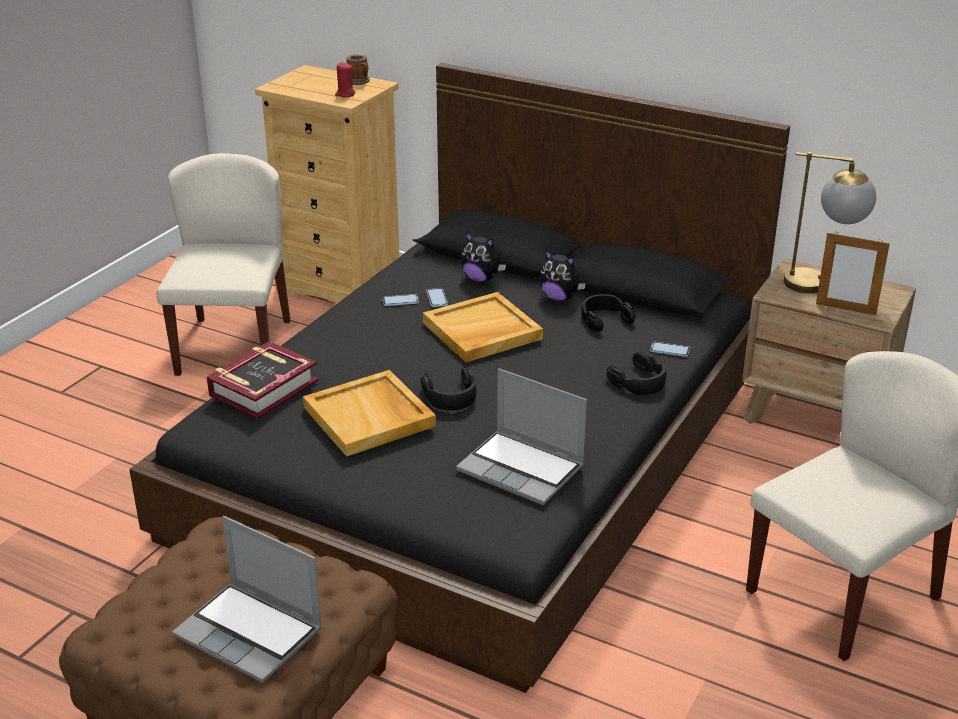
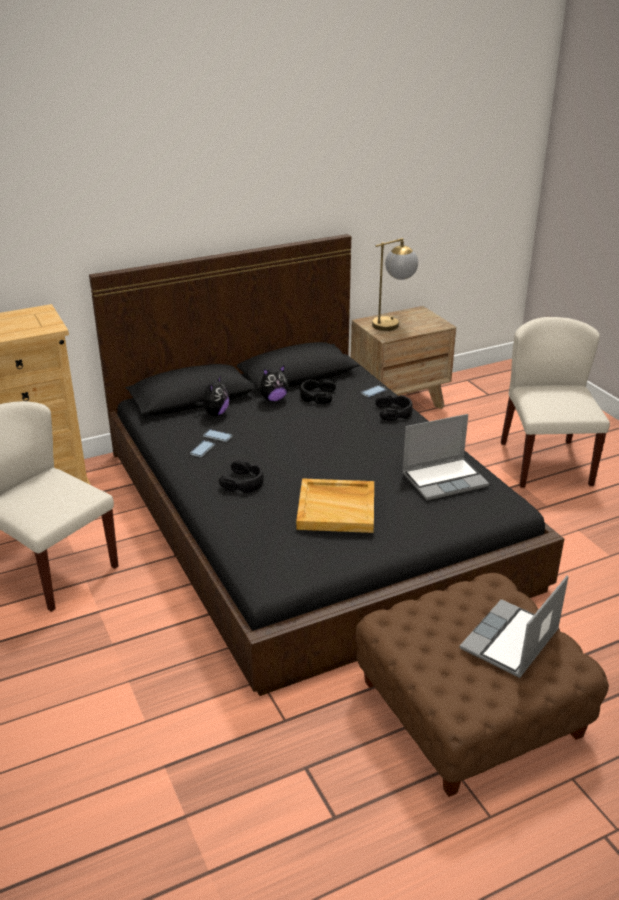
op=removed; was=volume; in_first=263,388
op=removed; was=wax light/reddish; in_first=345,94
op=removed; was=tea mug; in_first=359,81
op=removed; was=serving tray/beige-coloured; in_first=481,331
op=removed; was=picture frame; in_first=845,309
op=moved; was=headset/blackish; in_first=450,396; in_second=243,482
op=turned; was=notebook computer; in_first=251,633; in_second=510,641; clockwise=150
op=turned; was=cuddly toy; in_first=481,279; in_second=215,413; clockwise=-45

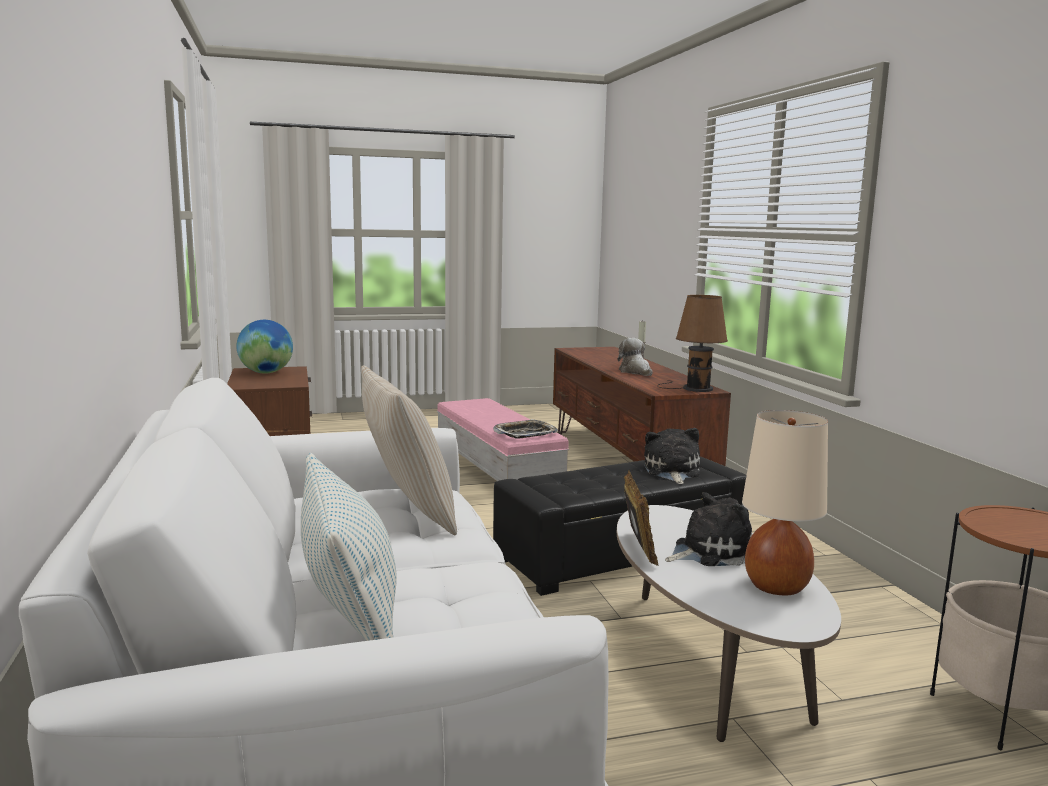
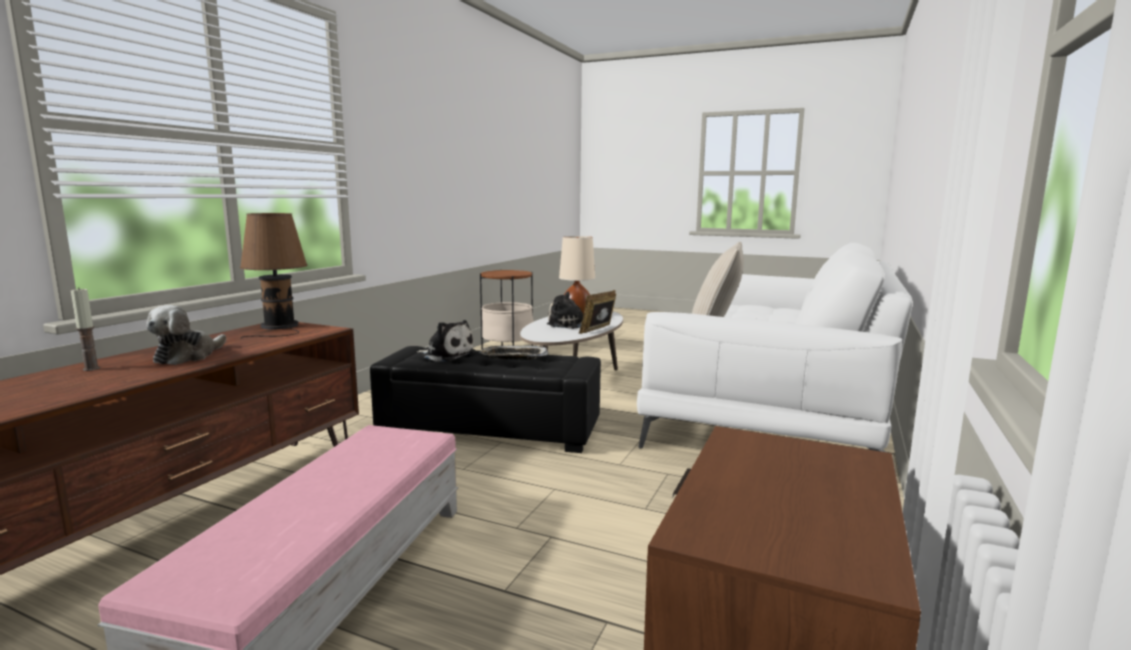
op=removed; was=desk globe; in_first=266,373
op=removed; was=throw pillow; in_first=349,607
op=moved; was=serving tray; in_first=525,434; in_second=513,357
op=turned; was=cuddly toy; in_first=671,471; in_second=446,355; clockwise=-105

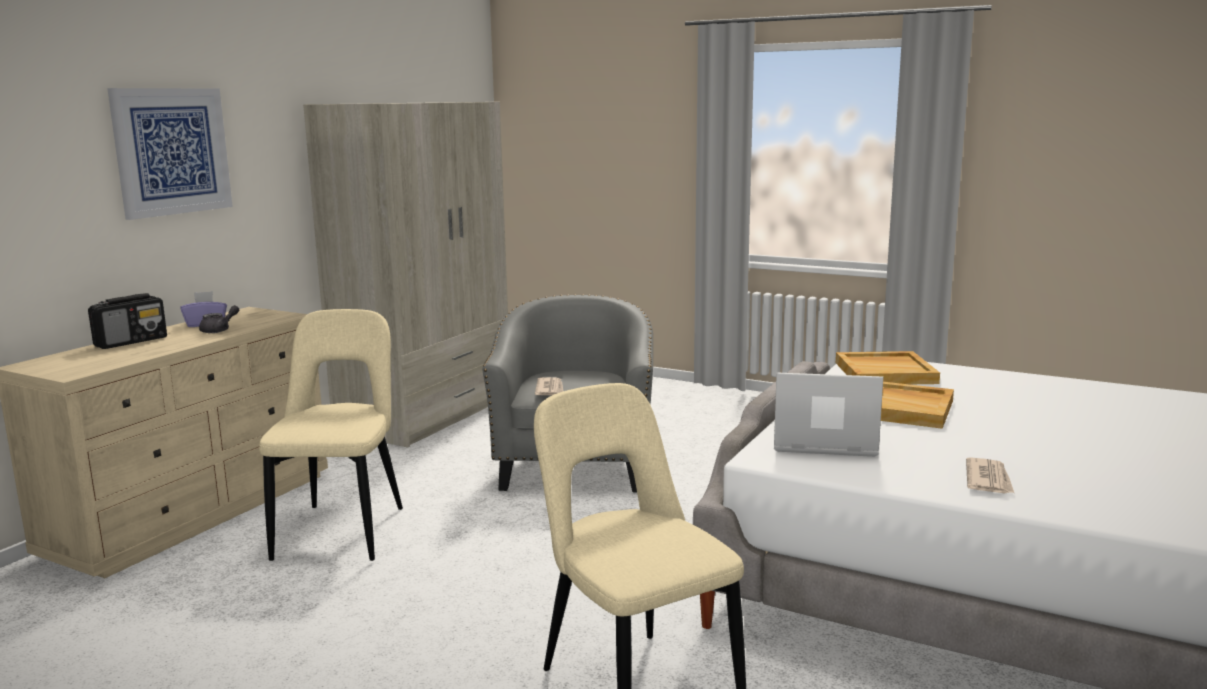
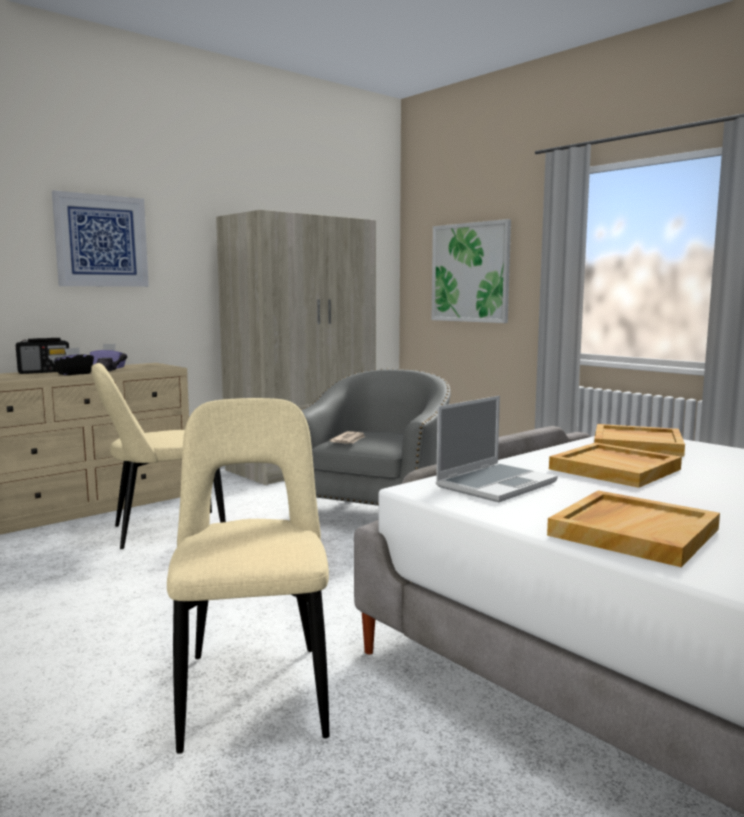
op=added; now=box of tissues/blackish; in_second=74,373
op=added; now=wall picture; in_second=470,272
op=replaced; was=newspaper; now=serving tray/beige-coloured; in_first=988,480; in_second=633,532
op=turned; was=chair/beige-coloured; in_first=343,530; in_second=162,531; clockwise=-135
op=turned; was=notebook computer; in_first=822,442; in_second=495,484; clockwise=105

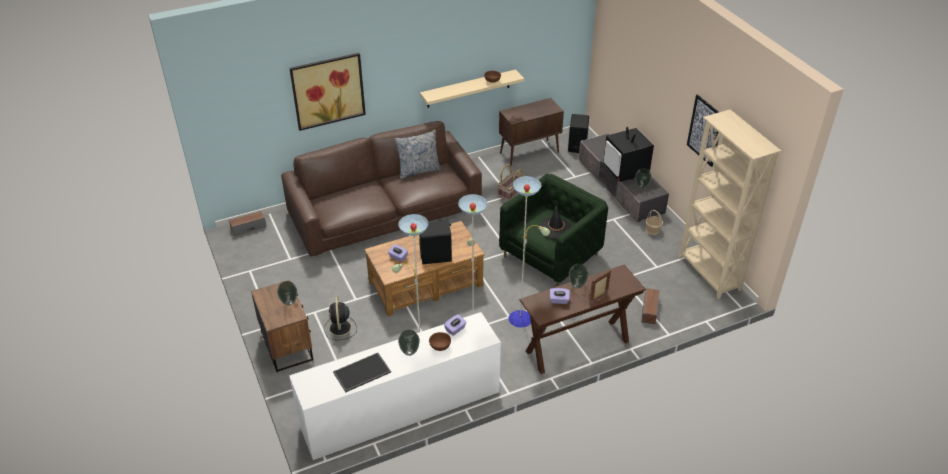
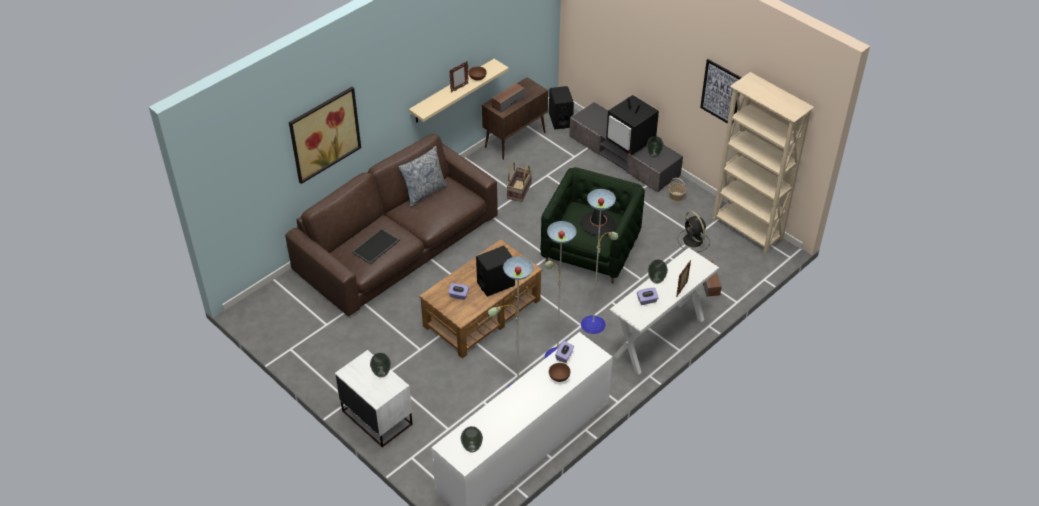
op=added; now=picture frame; in_second=459,88
op=moved; was=speaker; in_first=248,227; in_second=508,102
op=moved; was=cooling fan/blackish; in_first=340,328; in_second=693,241
op=moved; was=serving tray; in_first=362,373; in_second=376,247
op=moved; was=decorative vase; in_first=409,352; in_second=471,448
op=recoloured; was=bedside table/brown; now=bedside table/white-coloured; in_first=287,345; in_second=377,417
op=recoloured; was=narrow table/brown; now=narrow table/white-coloured; in_first=577,346; in_second=659,337

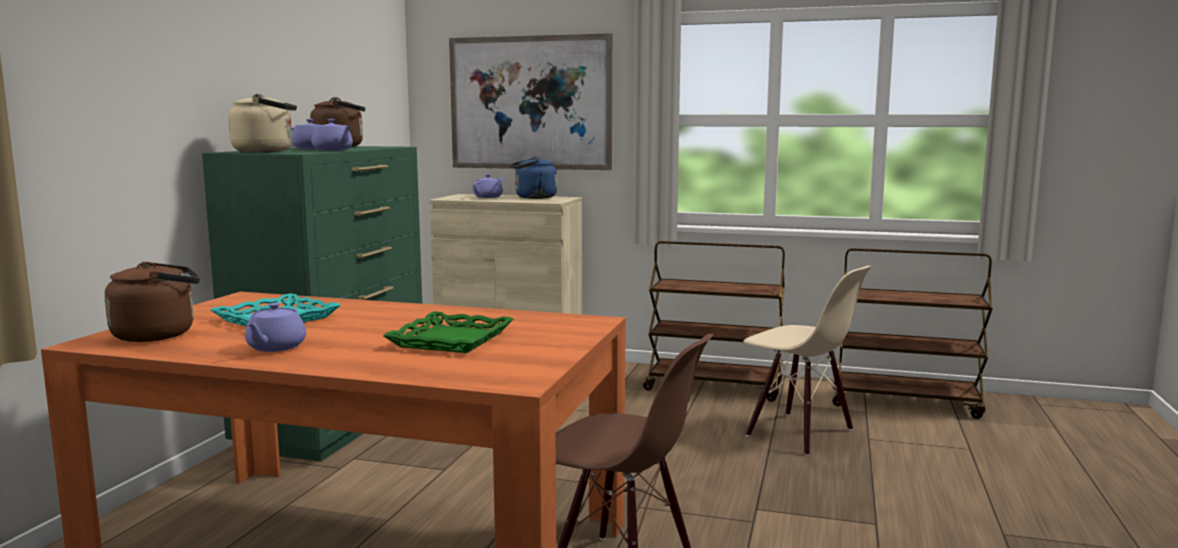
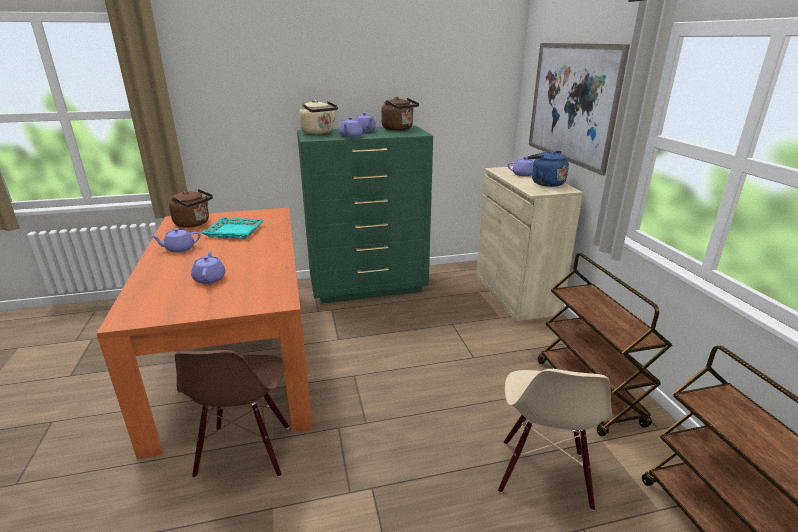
op=replaced; was=serving tray/green-coloured; now=teapot/purple-coloured; in_first=452,340; in_second=210,278

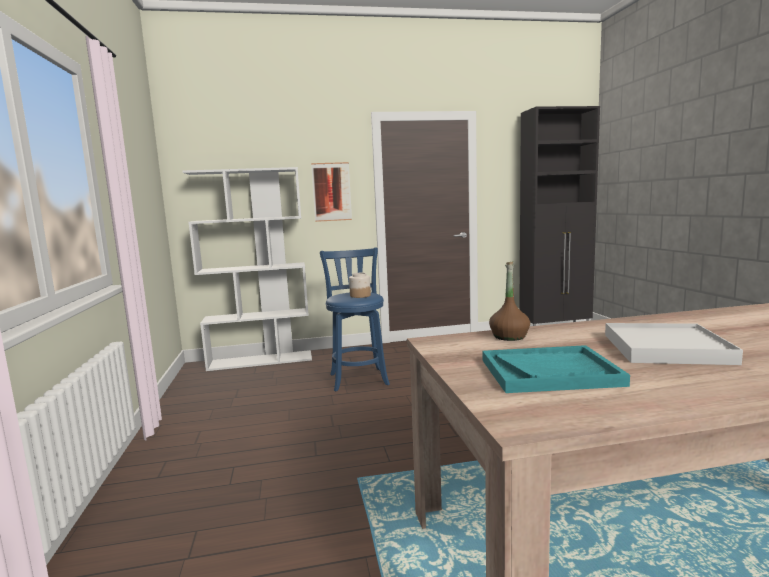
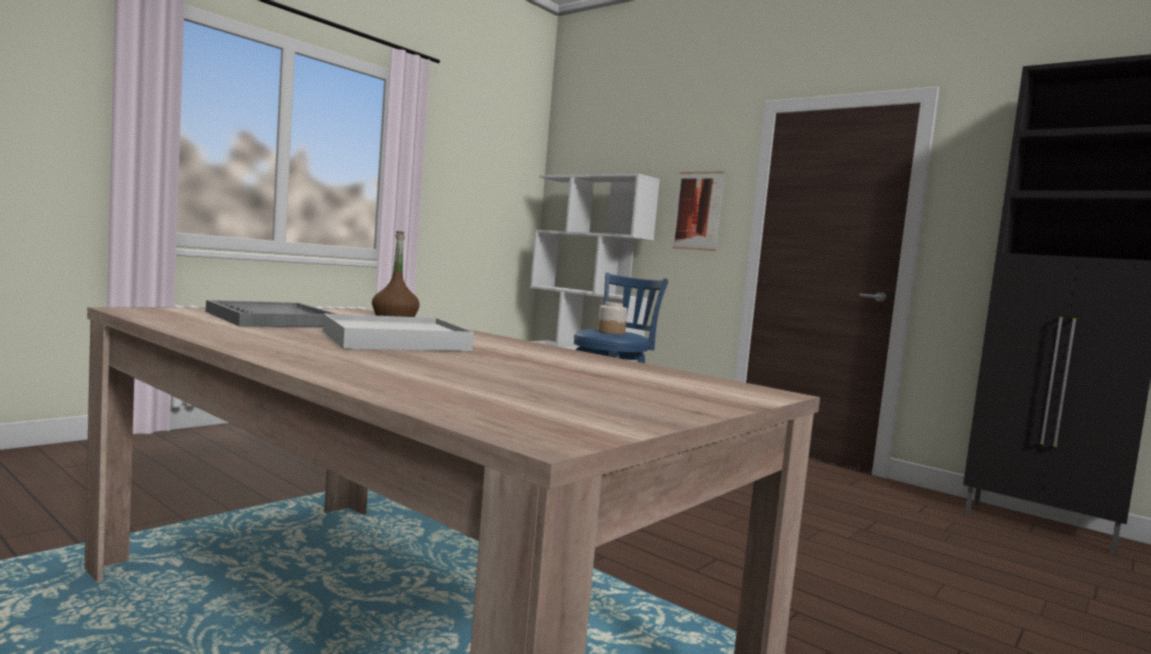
op=recoloured; was=serving tray/blue-green; now=serving tray/gray; in_first=549,372; in_second=272,319

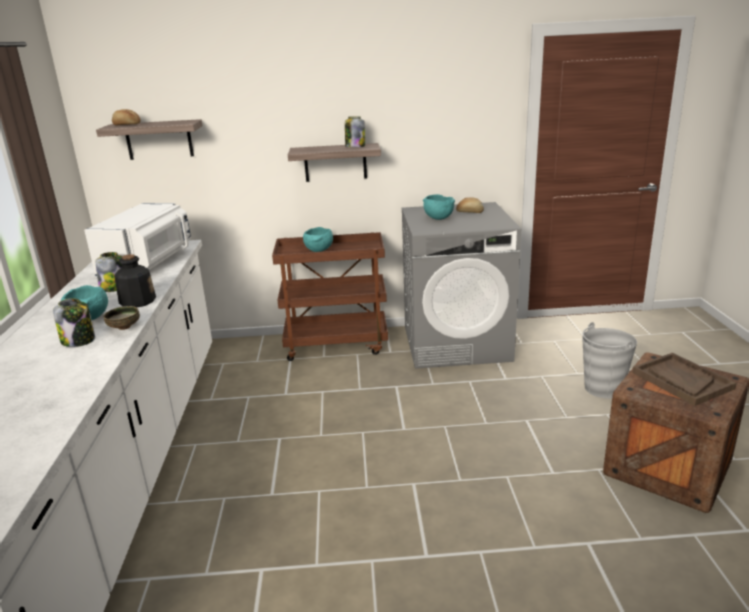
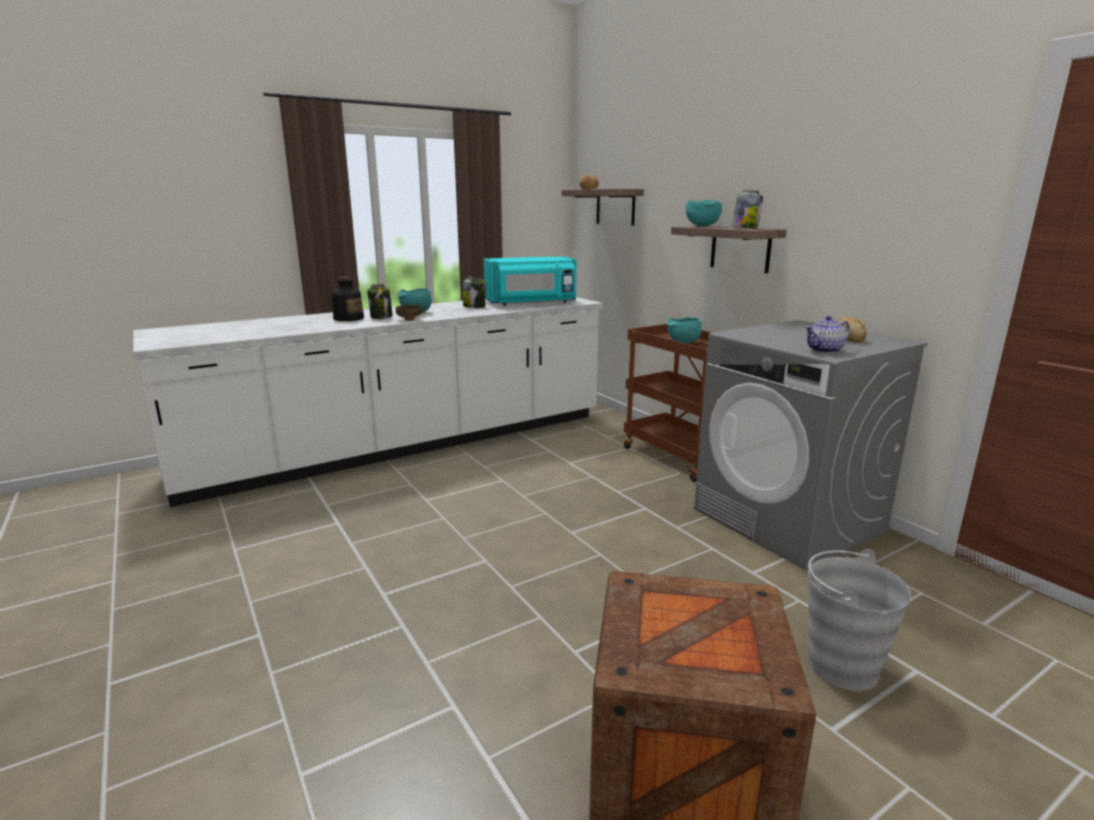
op=removed; was=serving tray/brown; in_first=681,380
op=added; now=teapot; in_second=824,350
op=moved; was=drink bottle; in_first=137,301; in_second=348,318
op=moved; was=deep dish/blue-green; in_first=437,218; in_second=701,226
op=recoloured; was=microwave oven/white-coloured; now=microwave oven/blue-green; in_first=149,263; in_second=531,303

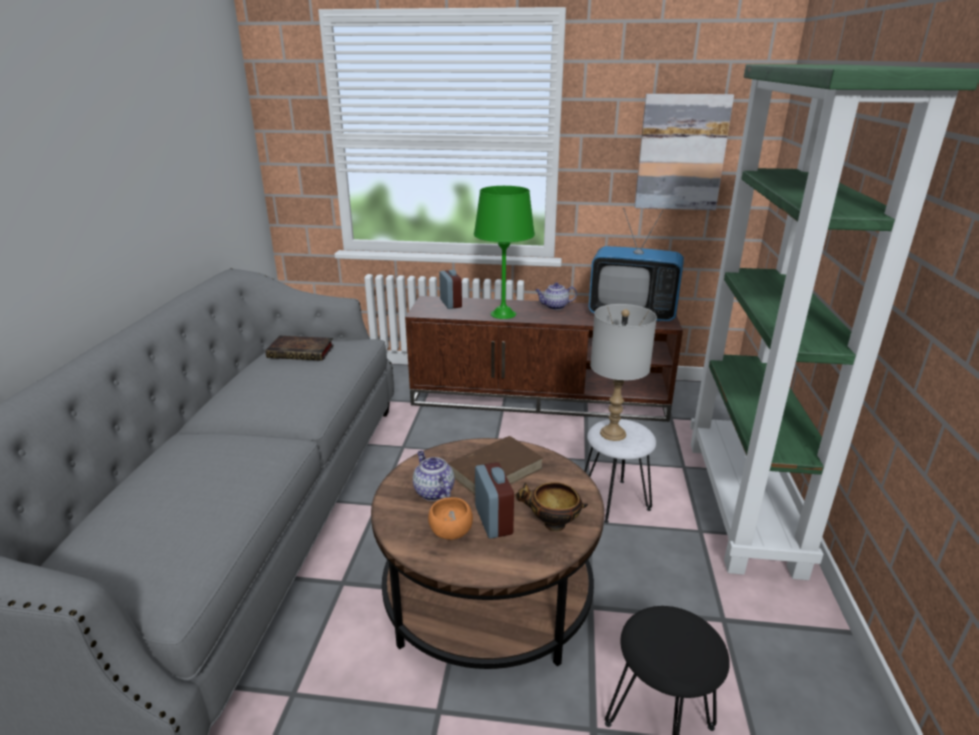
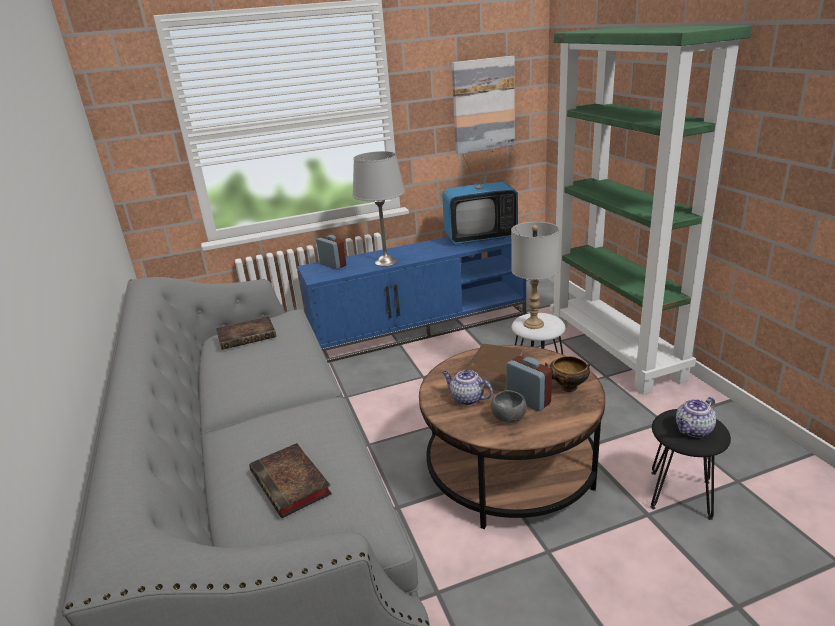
op=added; now=volume; in_second=292,484
op=moved; was=teapot; in_first=554,307; in_second=693,430
op=recoloured; was=media console/brown; now=media console/blue; in_first=540,398; in_second=420,326
op=recoloured; was=deep dish/orange-coloured; now=deep dish/gray; in_first=449,532; in_second=508,418
op=recoloured; was=tabletop lamp/green-coloured; now=tabletop lamp/gray; in_first=503,314; in_second=385,262

